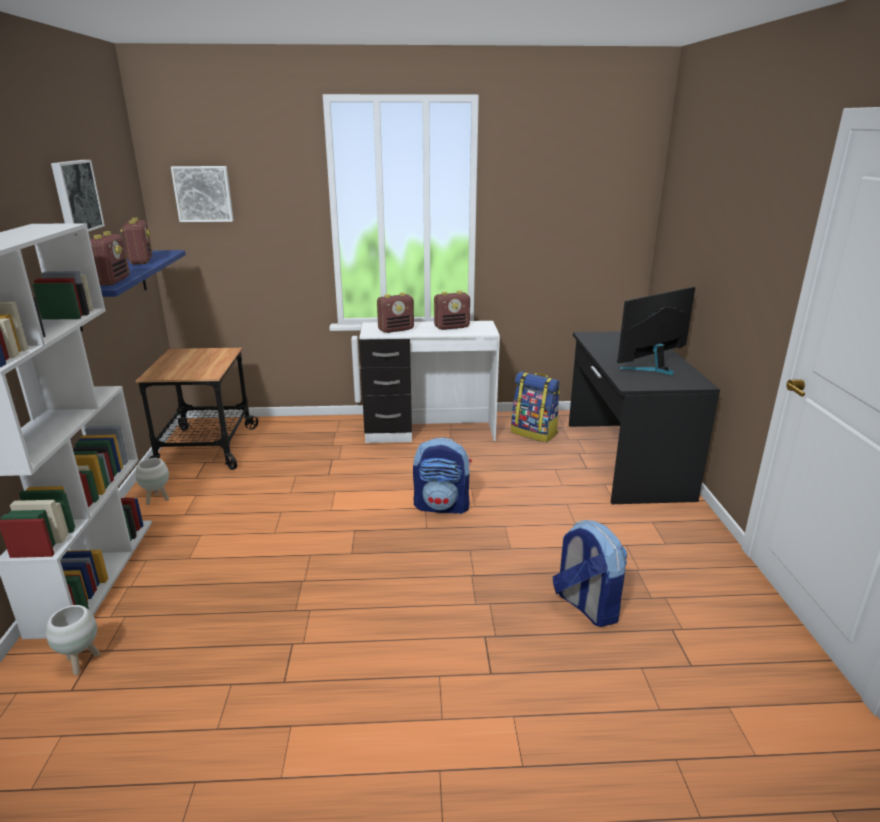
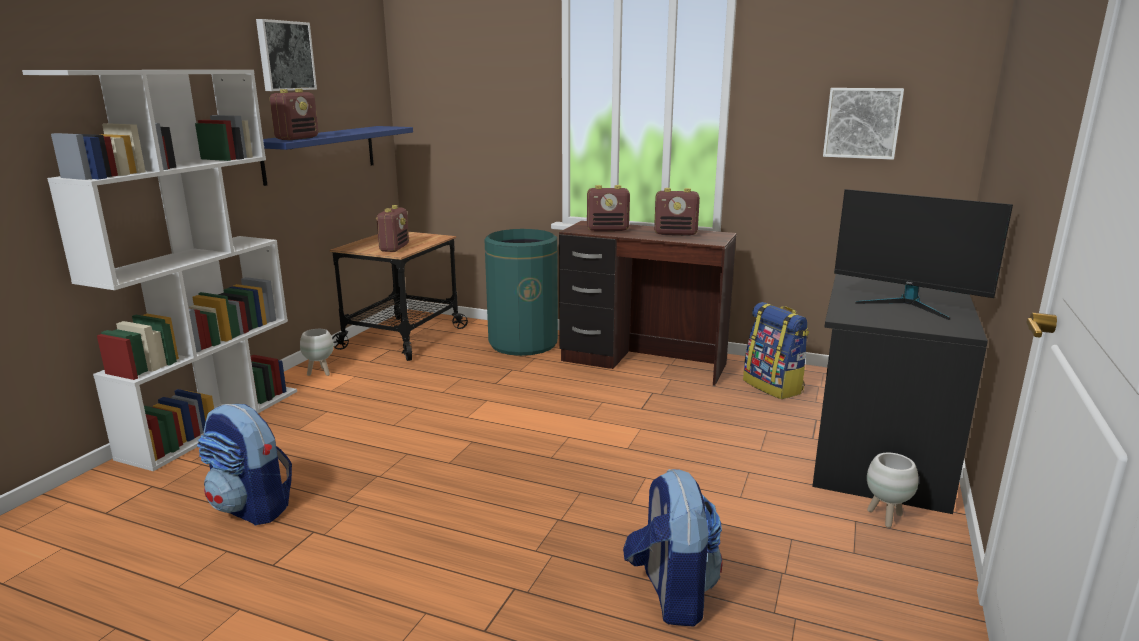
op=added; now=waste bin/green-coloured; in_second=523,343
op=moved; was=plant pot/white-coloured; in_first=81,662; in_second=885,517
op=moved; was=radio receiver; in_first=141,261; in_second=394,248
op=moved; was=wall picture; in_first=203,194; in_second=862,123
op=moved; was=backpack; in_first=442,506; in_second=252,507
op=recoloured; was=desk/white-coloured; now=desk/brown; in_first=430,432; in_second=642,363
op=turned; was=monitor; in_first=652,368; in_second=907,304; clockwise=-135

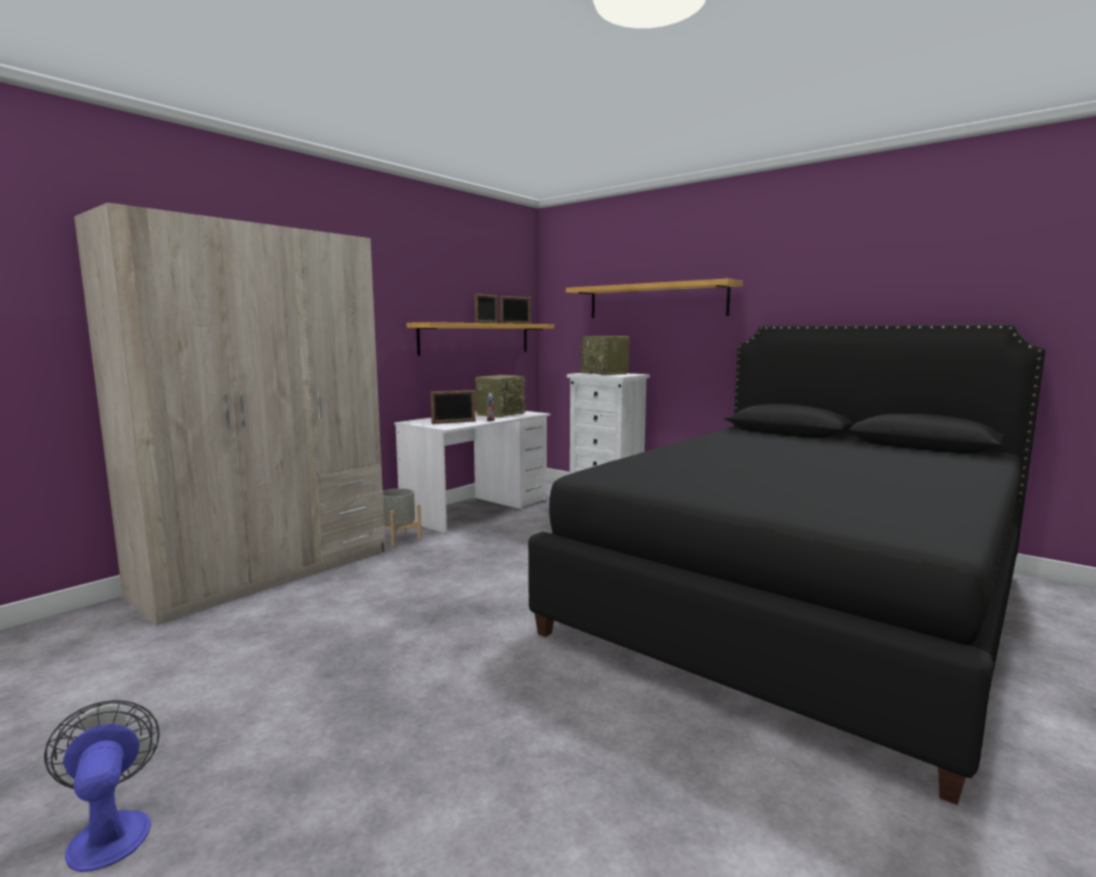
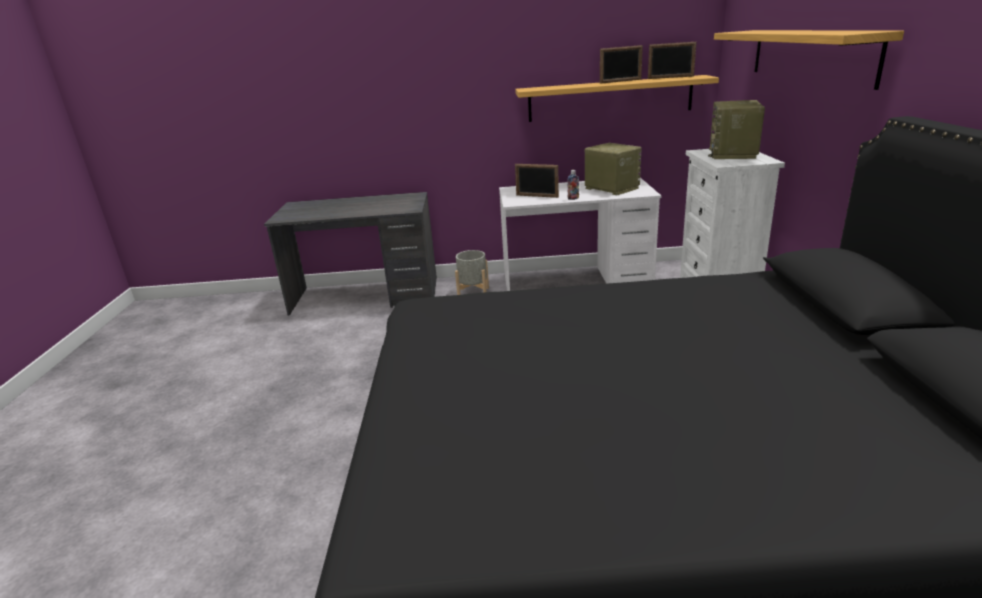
op=removed; was=cooling fan; in_first=110,830
op=replaced; was=armoire/beige-coloured; now=desk/gray; in_first=267,572; in_second=366,296
op=turned; was=radio receiver; in_first=500,414; in_second=610,188; clockwise=-120

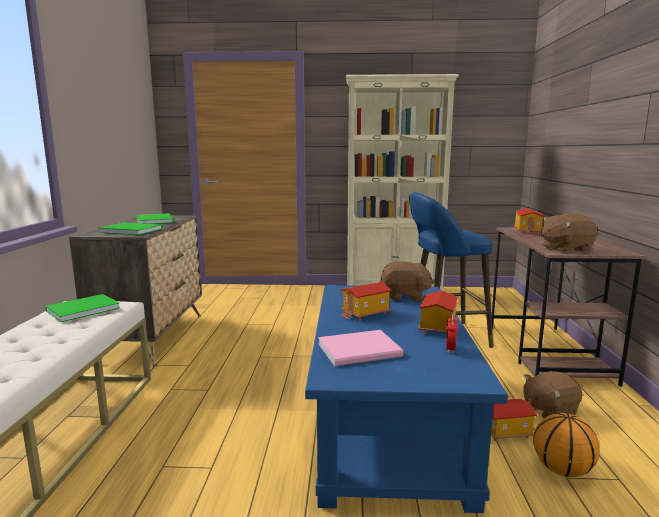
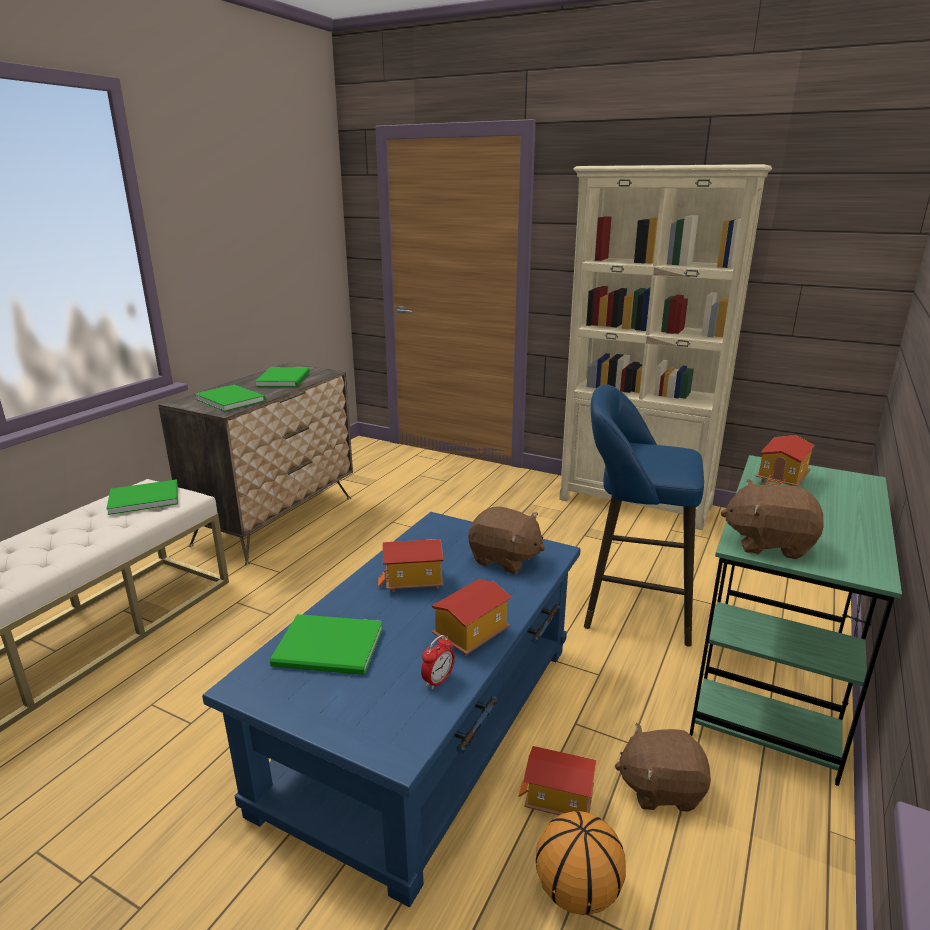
op=recoloured; was=volume/pink; now=volume/green-coloured; in_first=362,350; in_second=331,649
op=recoloured; was=desk/brown; now=desk/green-coloured; in_first=547,353; in_second=772,682

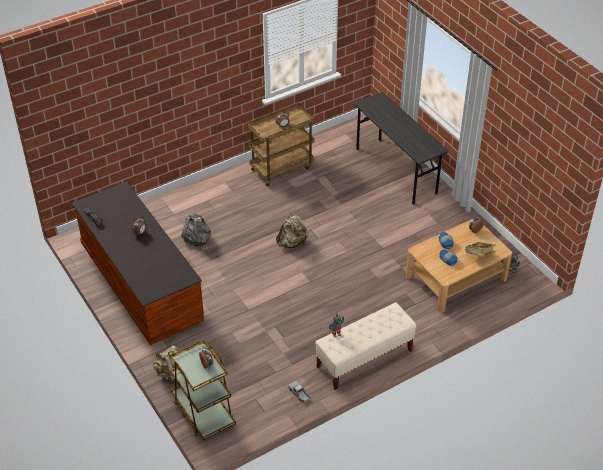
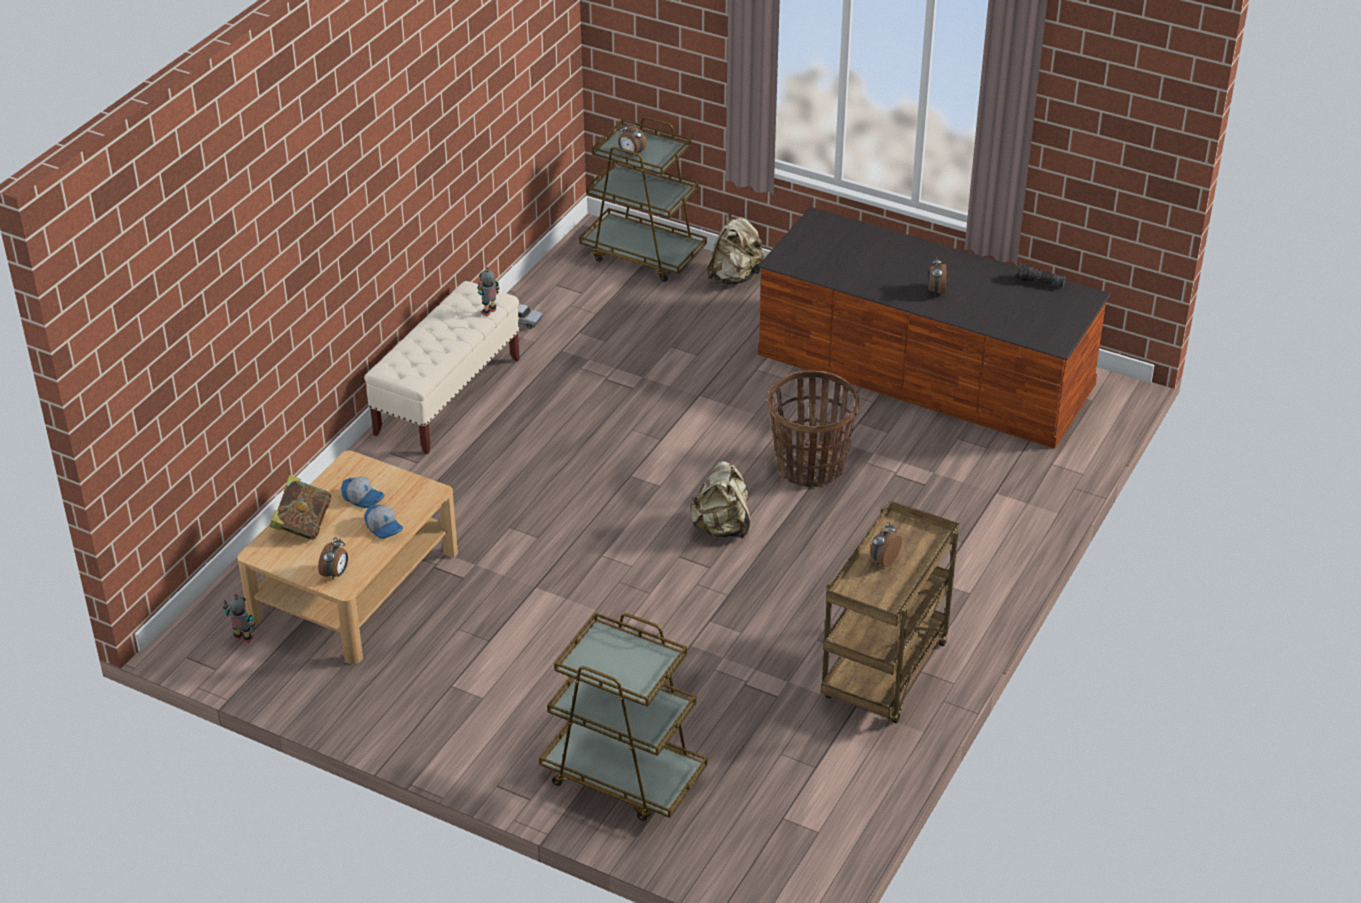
op=removed; was=backpack/gray; in_first=197,240
op=added; now=basket; in_second=810,467
op=replaced; was=desk/gray; now=trolley/brown; in_first=396,171; in_second=622,776

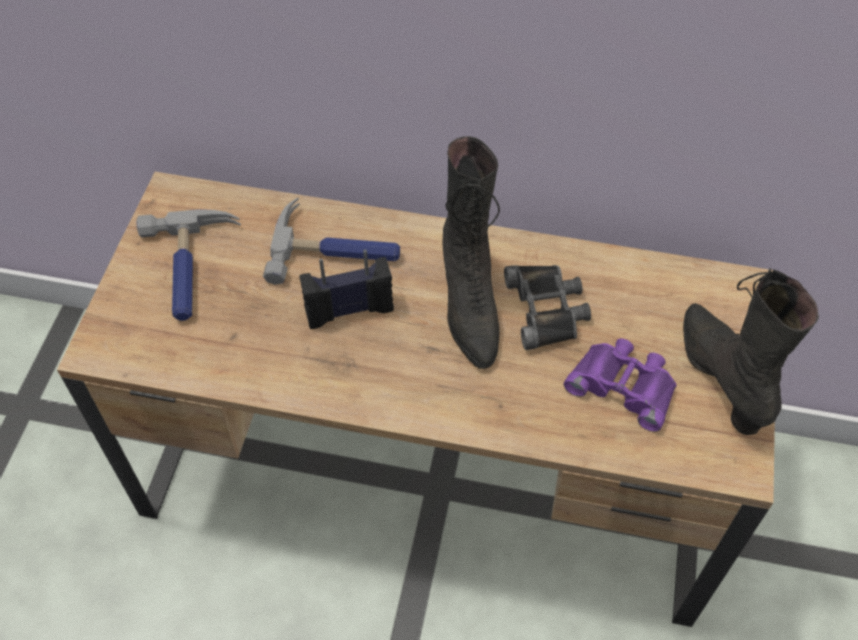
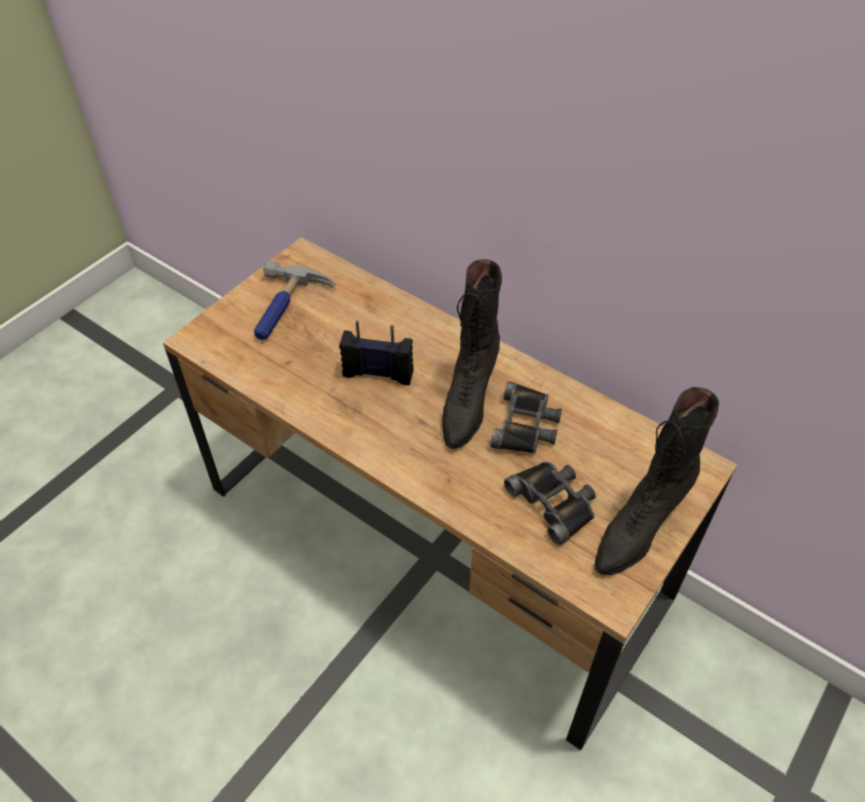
op=removed; was=hammer; in_first=336,249
op=recoloured; was=binoculars/purple-coloured; now=binoculars/blackish; in_first=623,385; in_second=554,502
op=turned; was=tall boot/blackish; in_first=721,377; in_second=639,527; clockwise=-150

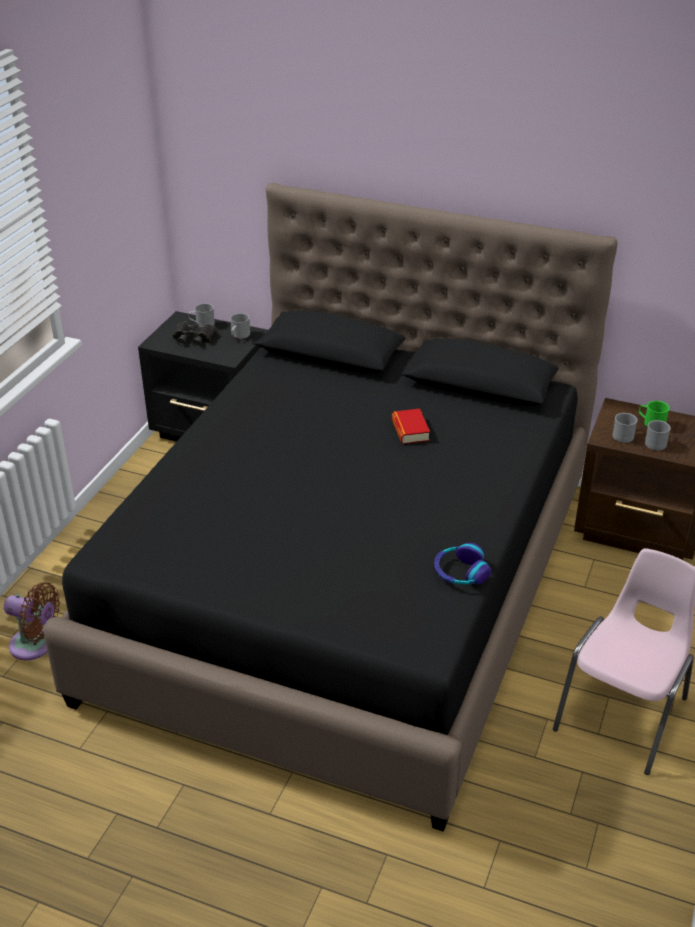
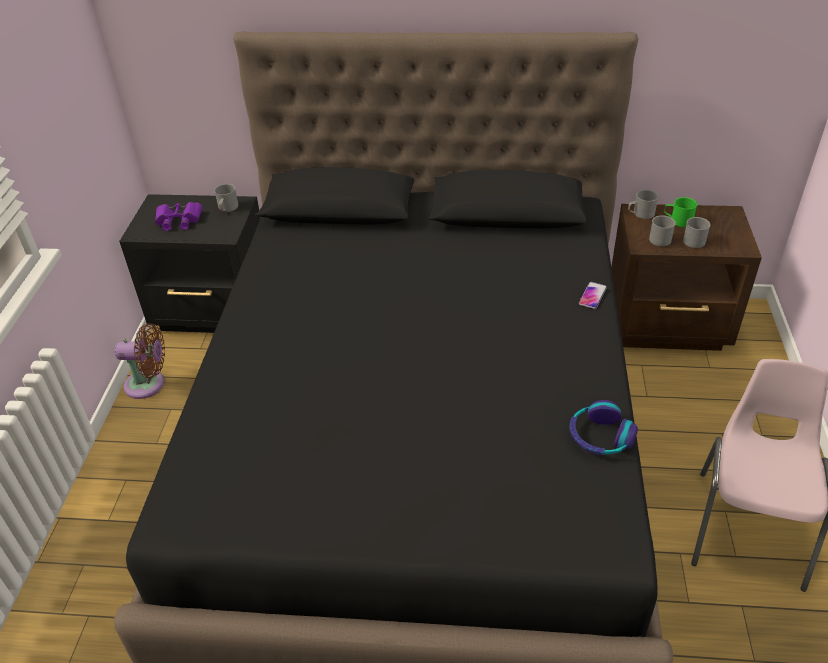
op=removed; was=volume; in_first=410,430
op=added; now=phone; in_second=592,296
op=moved; was=cooling fan/brown; in_first=36,645; in_second=149,384
op=moved; was=tea mug/gray; in_first=202,324; in_second=640,214
op=recoloured; was=binoculars/blackish; now=binoculars/purple-coloured; in_first=194,338; in_second=179,220

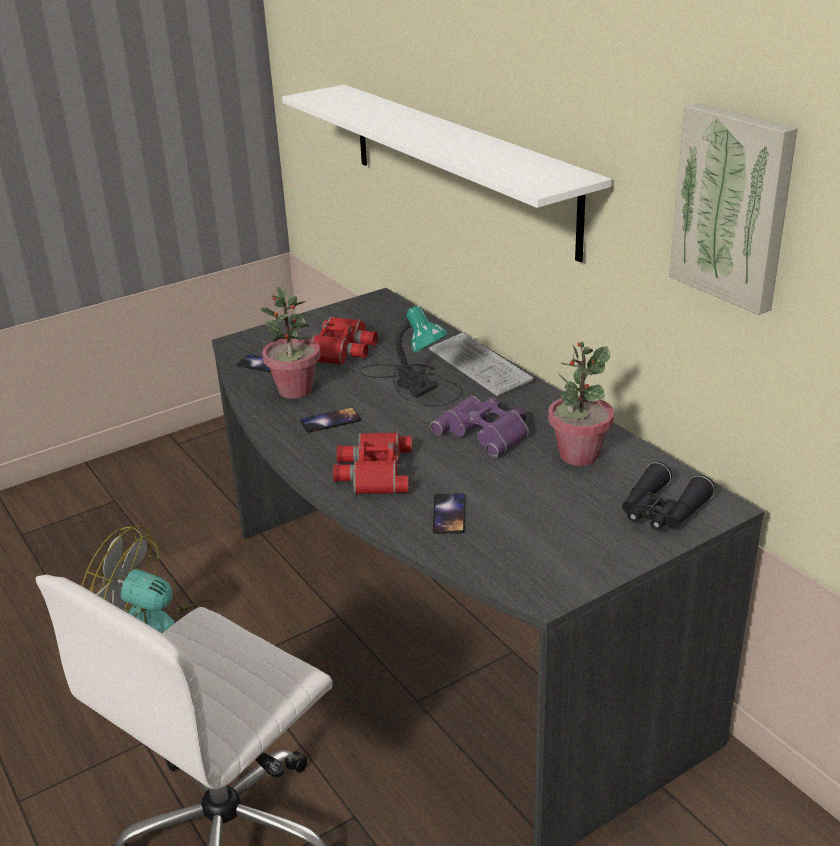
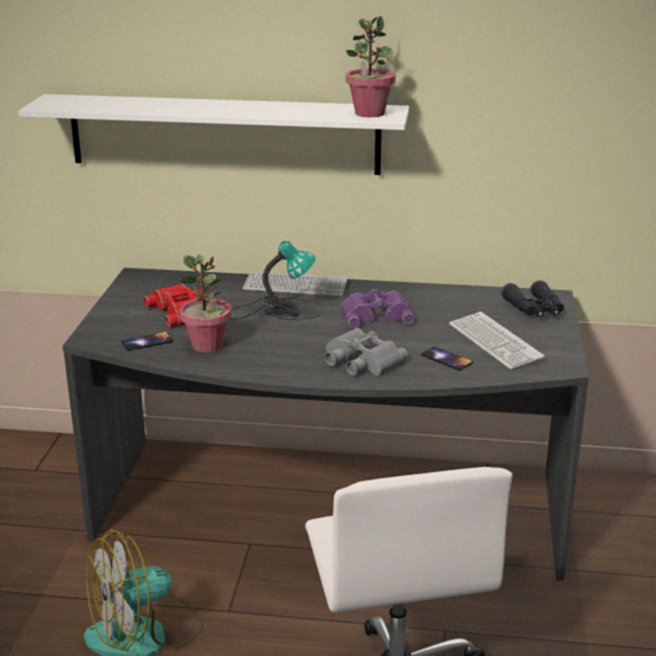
op=removed; was=phone; in_first=330,421
op=removed; was=wall picture; in_first=734,206
op=added; now=keyboard; in_second=494,342
op=moved; was=plant in a pot; in_first=578,455; in_second=369,113
op=recoloured; was=binoculars/reddish; now=binoculars/gray; in_first=373,471; in_second=360,361

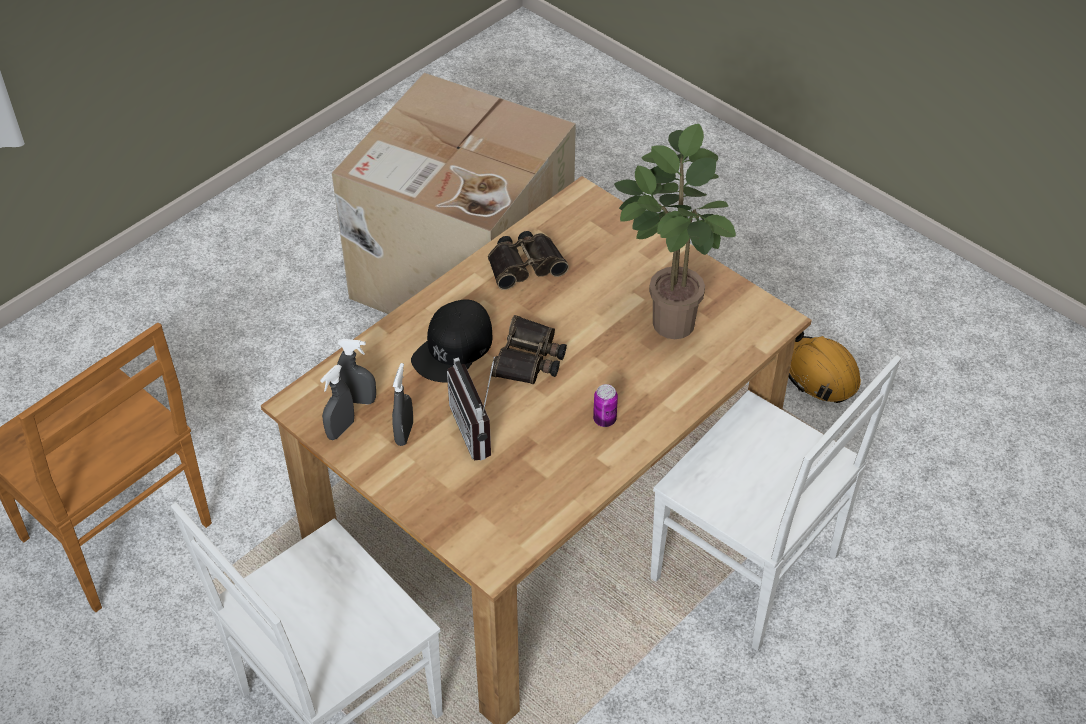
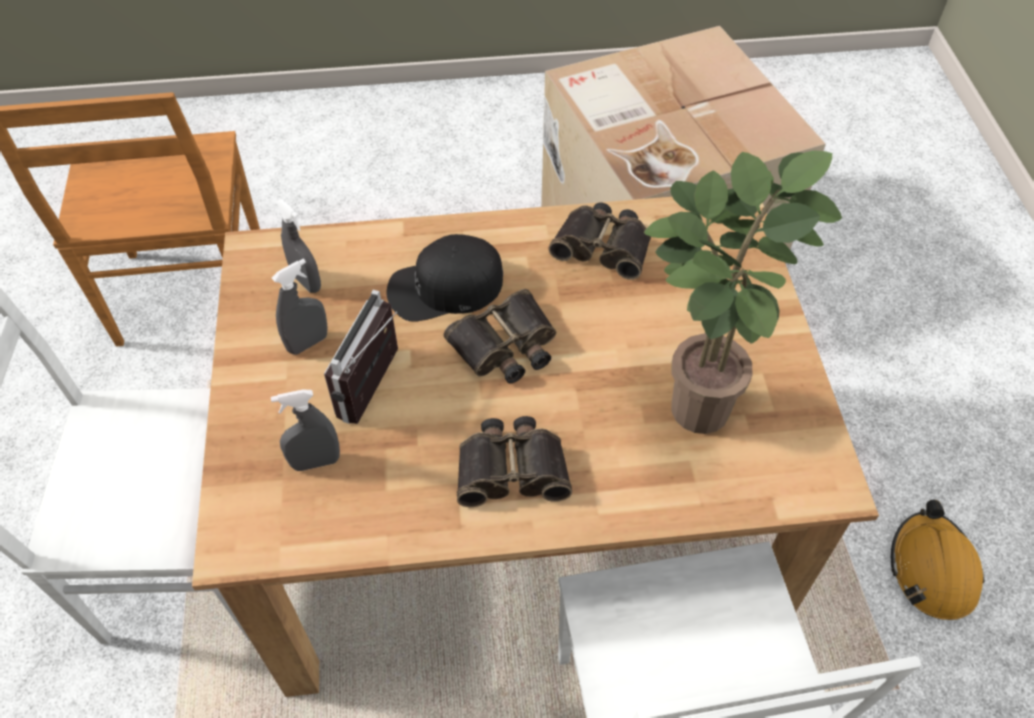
op=moved; was=spray bottle/gray; in_first=340,429; in_second=316,462
op=replaced; was=can; now=binoculars; in_first=604,420; in_second=512,468

